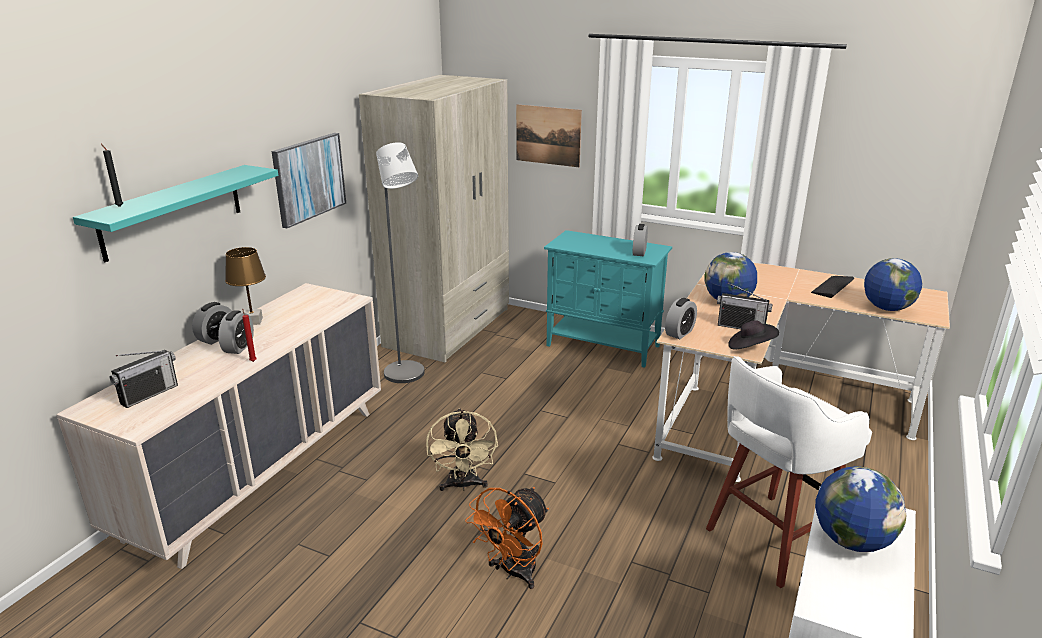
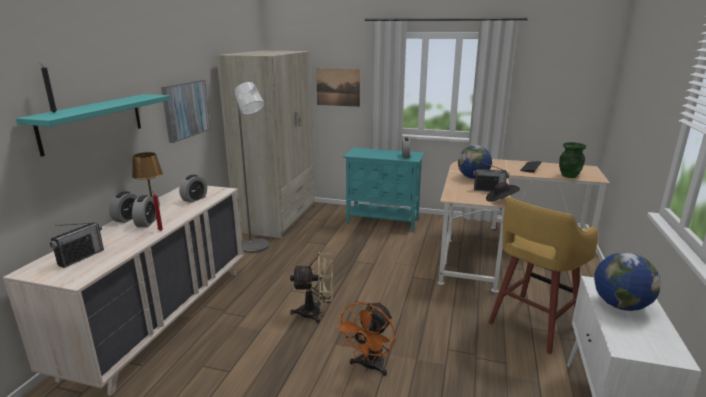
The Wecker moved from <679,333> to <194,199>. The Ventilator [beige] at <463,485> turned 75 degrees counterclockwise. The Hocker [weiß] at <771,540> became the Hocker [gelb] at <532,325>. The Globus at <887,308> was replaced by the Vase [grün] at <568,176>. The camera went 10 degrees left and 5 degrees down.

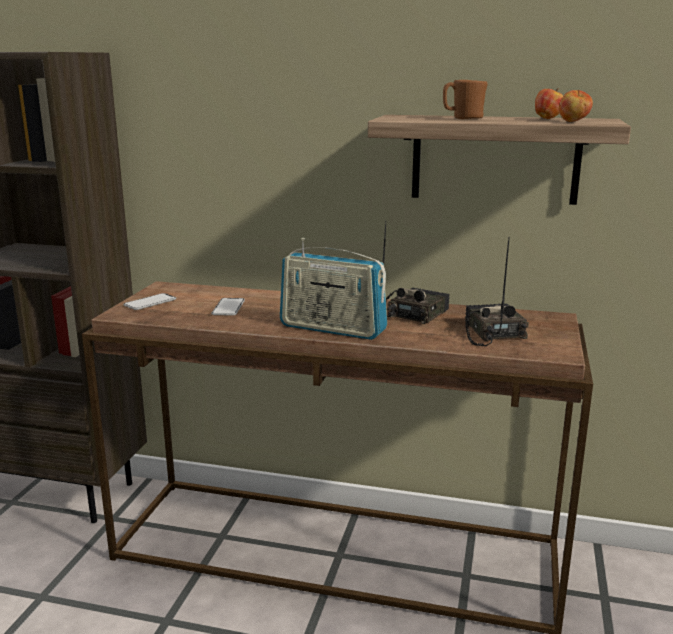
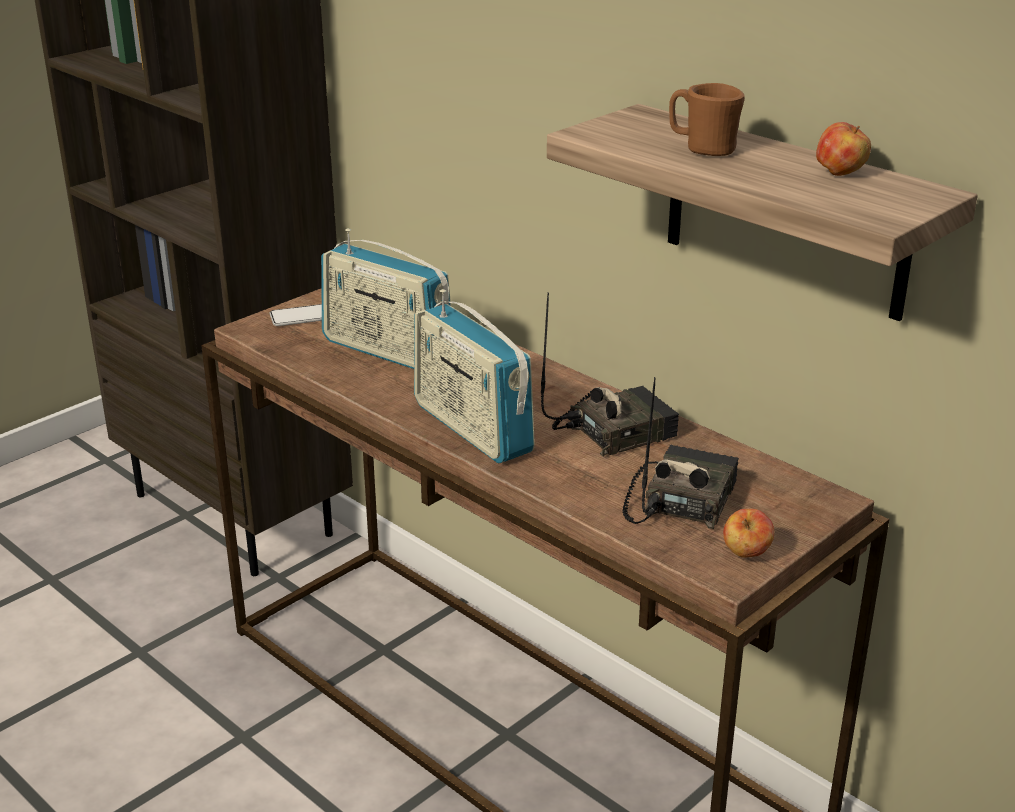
The Handy at <228,308> was replaced by the Radio at <387,351>. The Apfel moved from <573,122> to <746,554>. The camera went 30 degrees right and 10 degrees up.

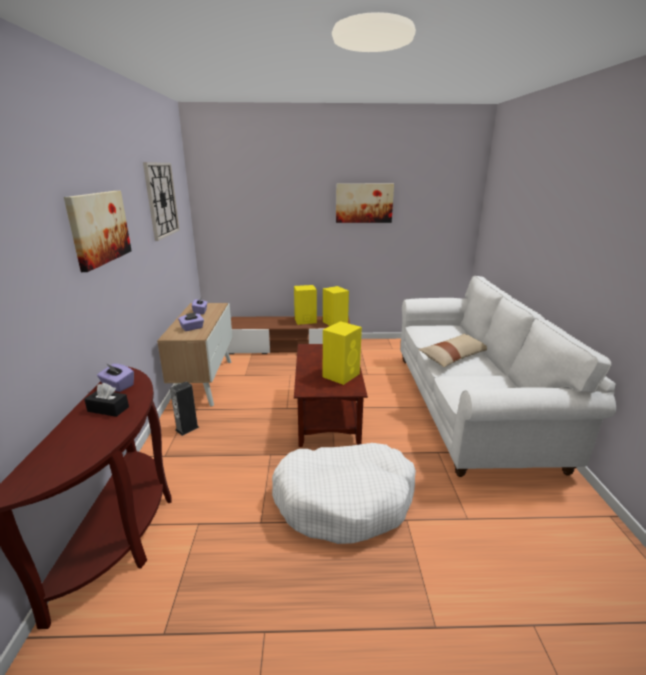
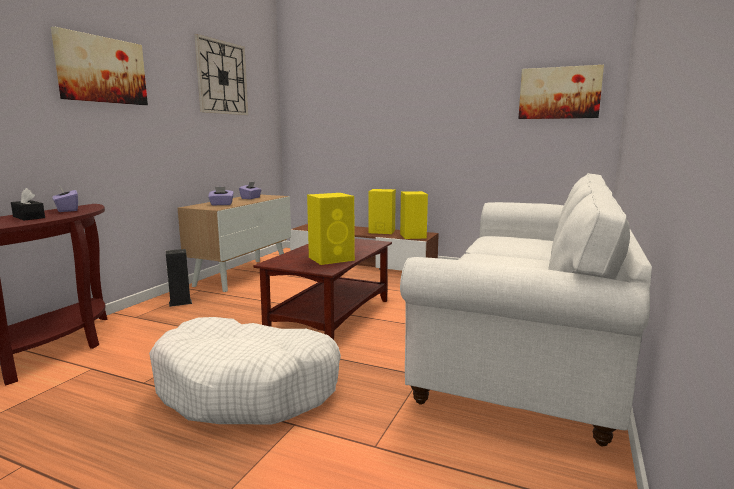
The Bild moved from <364,203> to <559,93>. The Kissen [beige] at <453,357> disappeared. The camera went 25 degrees right and 10 degrees down.

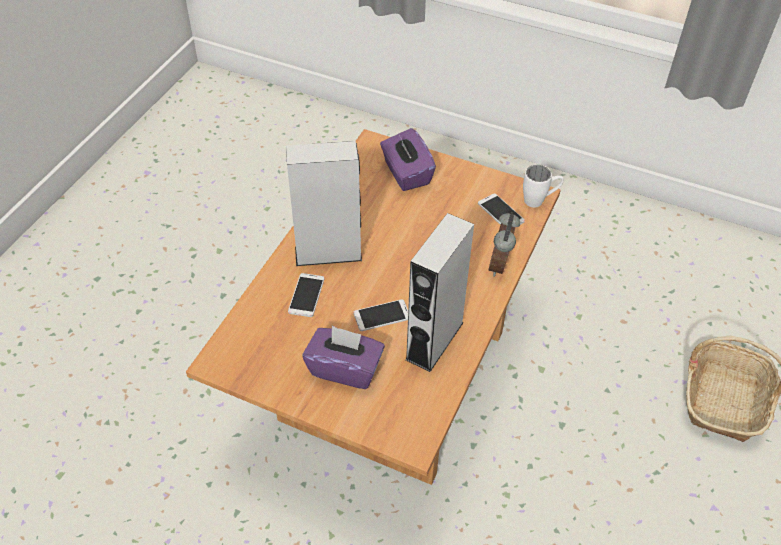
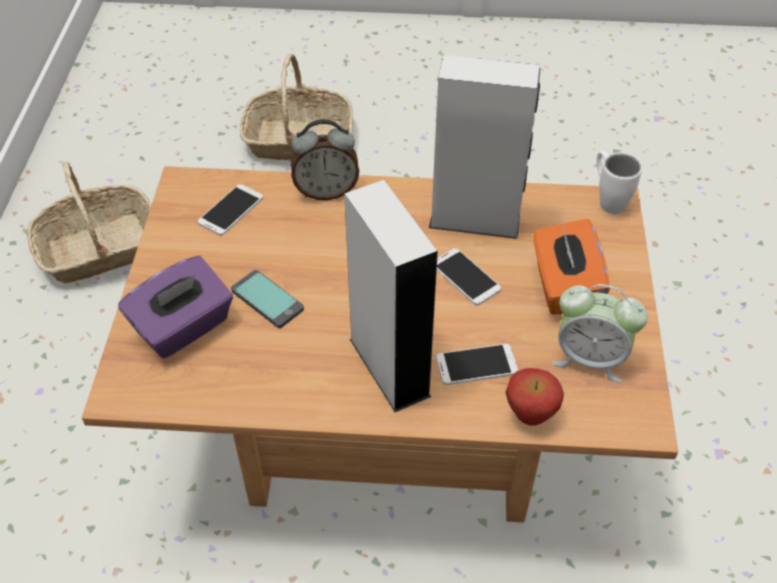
The Korb at <99,249> appeared. The Handy at <267,299> appeared. The Apfel at <530,416> appeared. The Taschentuchbox [lila] at <345,369> became the Taschentuchbox [orange] at <564,286>. The Wecker at <590,358> appeared. The Henkelbecher [weiß] moved from <539,200> to <607,199>. The camera went 110 degrees left and 0 degrees up.

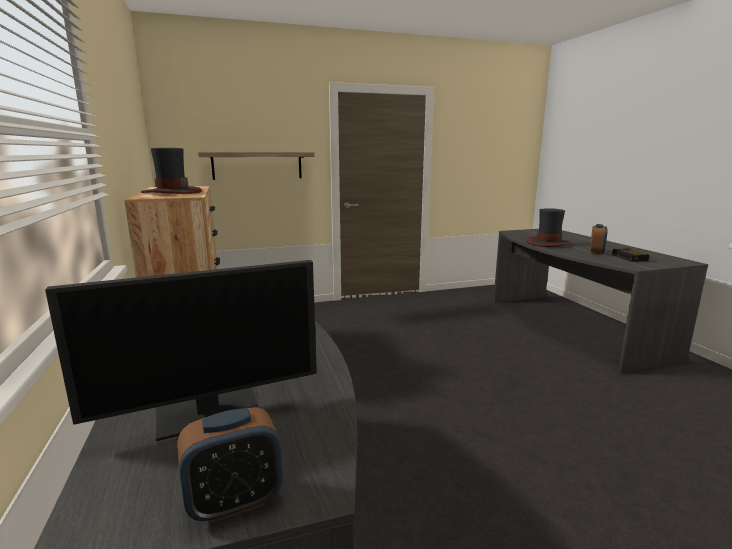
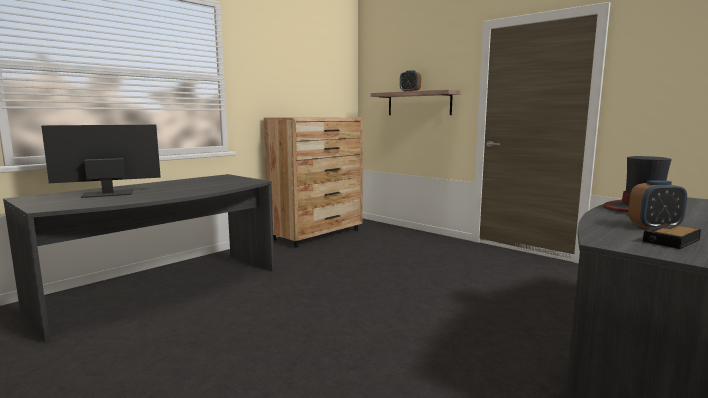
The Monitor at <209,411> turned 120 degrees clockwise. The Wecker moved from <235,502> to <410,91>. The Hut at <172,192> disappeared. The camera went 60 degrees right and 5 degrees down.

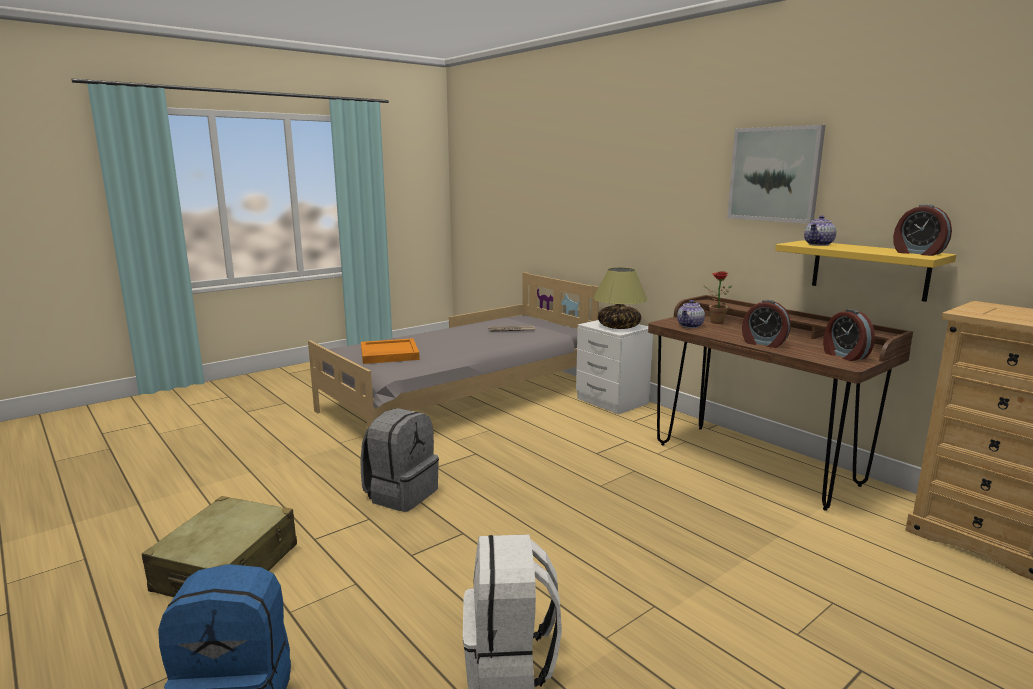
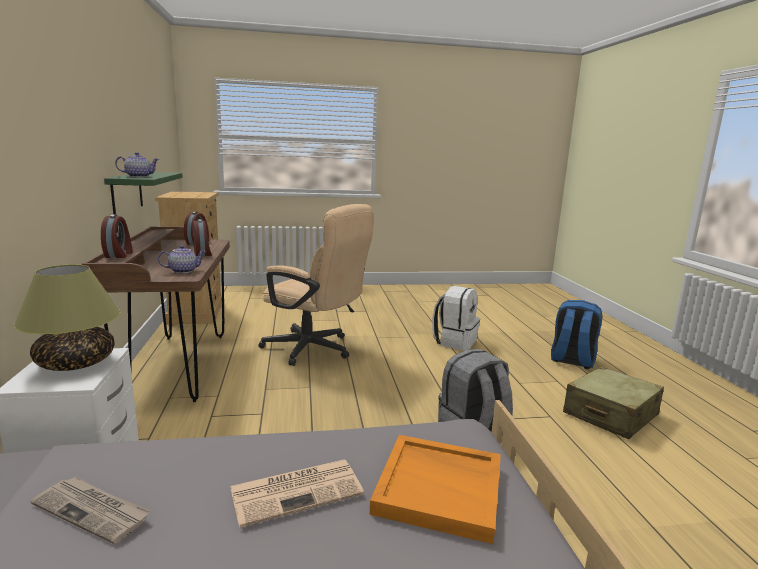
The Wecker moved from <918,253> to <119,255>. The Wandregal [gelb] at <869,270> became the Wandregal [grün] at <127,193>. The Zeitung at <298,490> appeared. The Bürostuhl [beige] at <315,350> appeared. The Topfpflanze at <714,322> disappeared. The Bild at <774,174> disappeared. The camera went 150 degrees left and 0 degrees up.

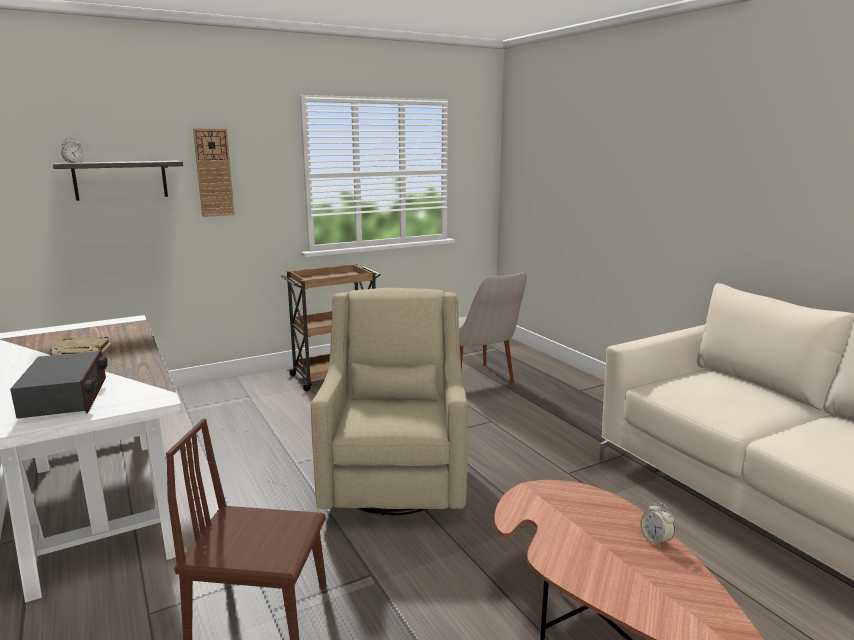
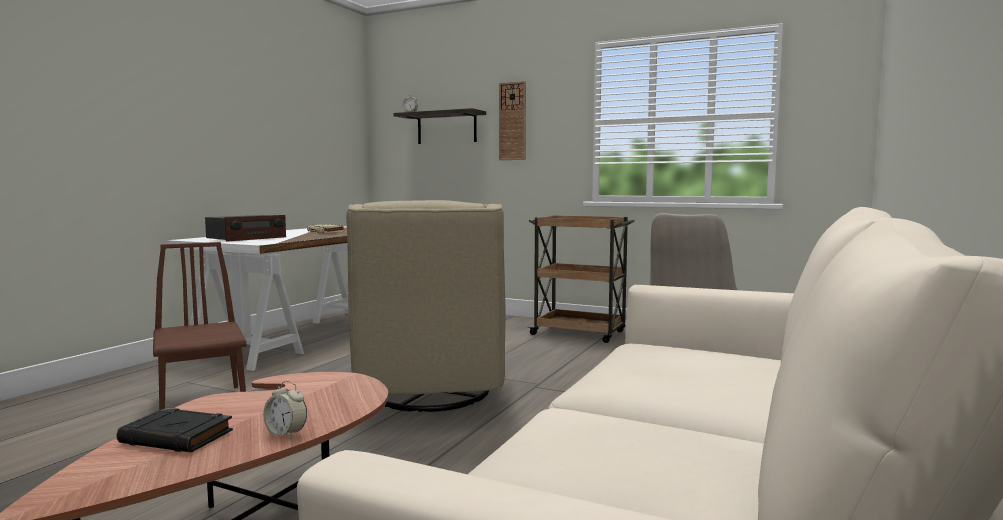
The Buch [schwarz] at <178,437> appeared. The Wecker at <655,540> turned 90 degrees counterclockwise. The Sessel [beige] at <395,479> turned 120 degrees clockwise. The camera went 55 degrees right and 10 degrees down.

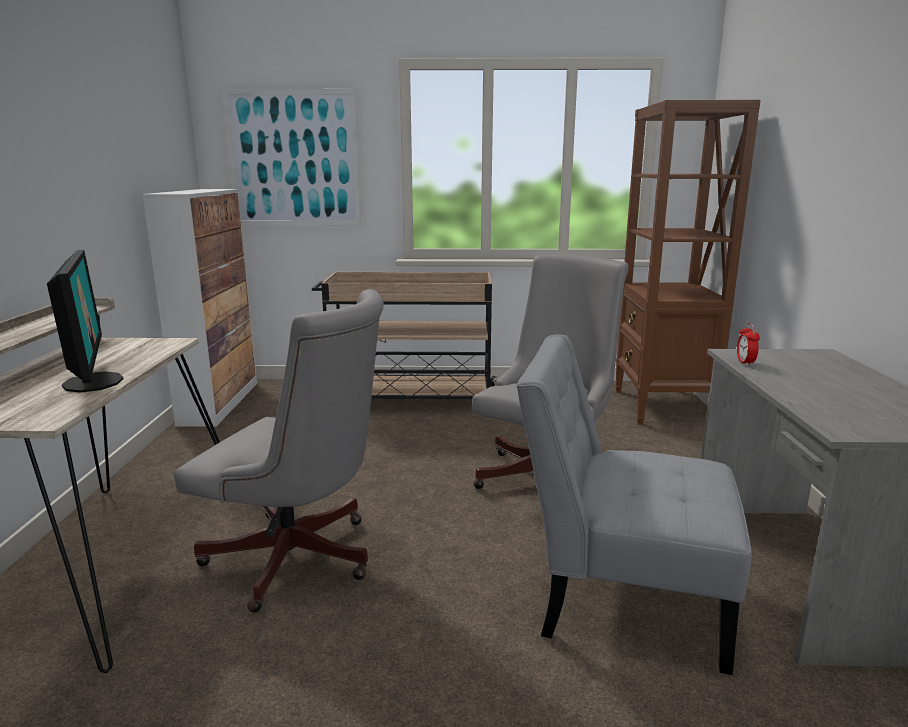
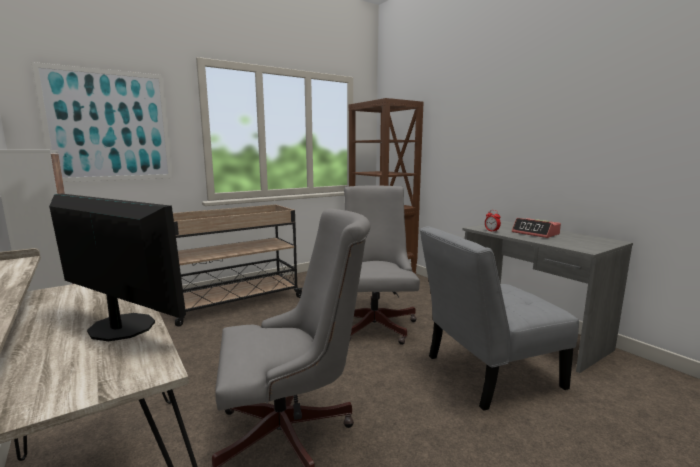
The Wecker at <535,233> appeared. The camera went 35 degrees left and 5 degrees down.

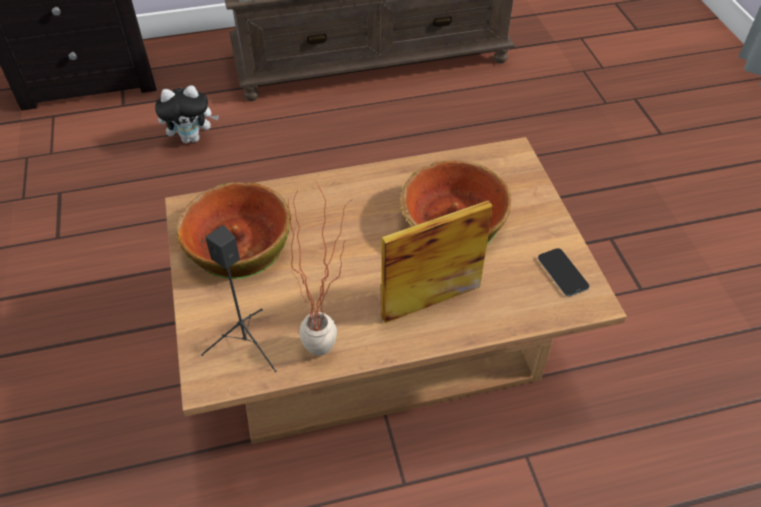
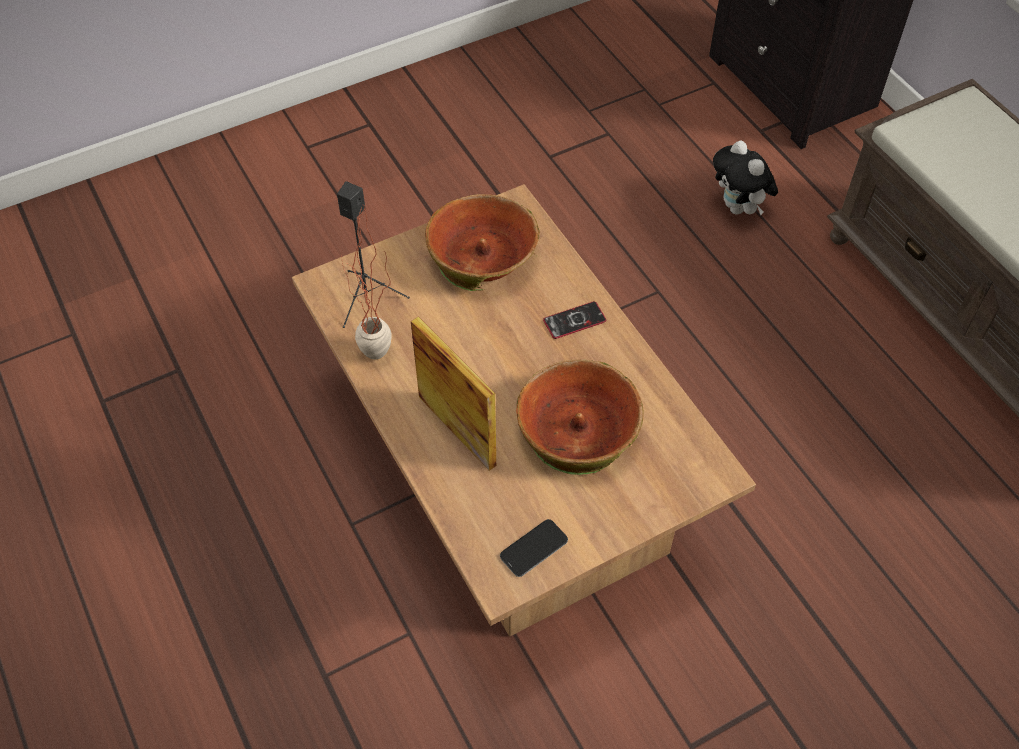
The Handy at <574,321> appeared. The camera went 75 degrees right and 5 degrees up.

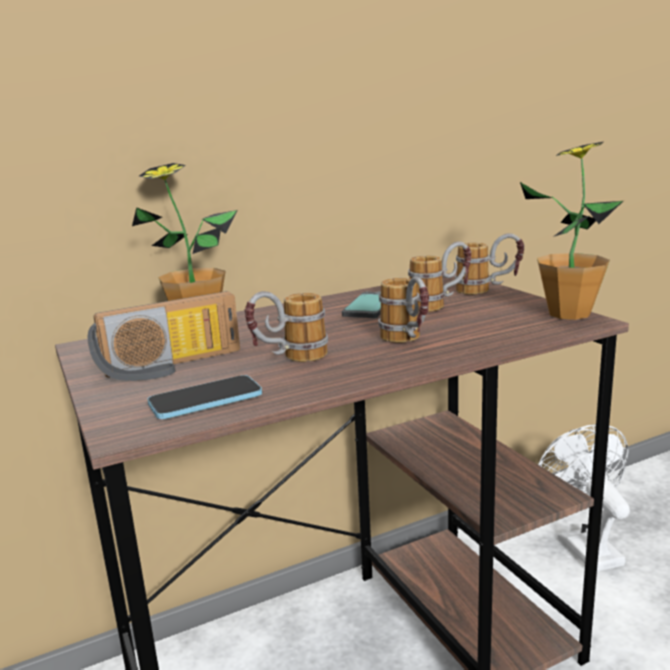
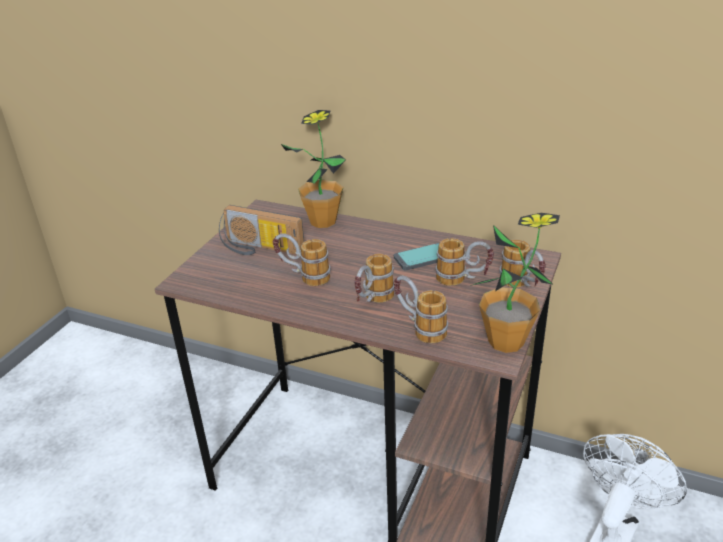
The Henkelbecher at <419,328> appeared. The Handy at <205,400> disappeared. The camera went 50 degrees right and 15 degrees up.

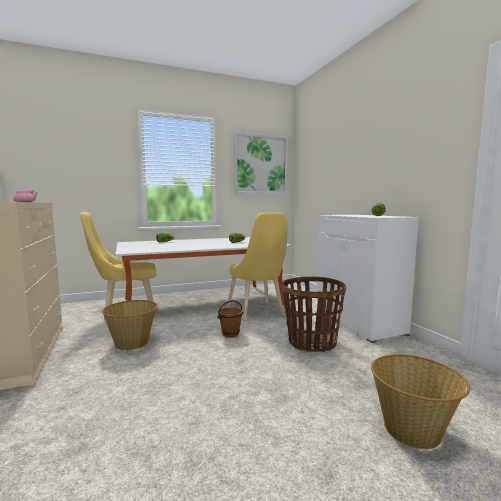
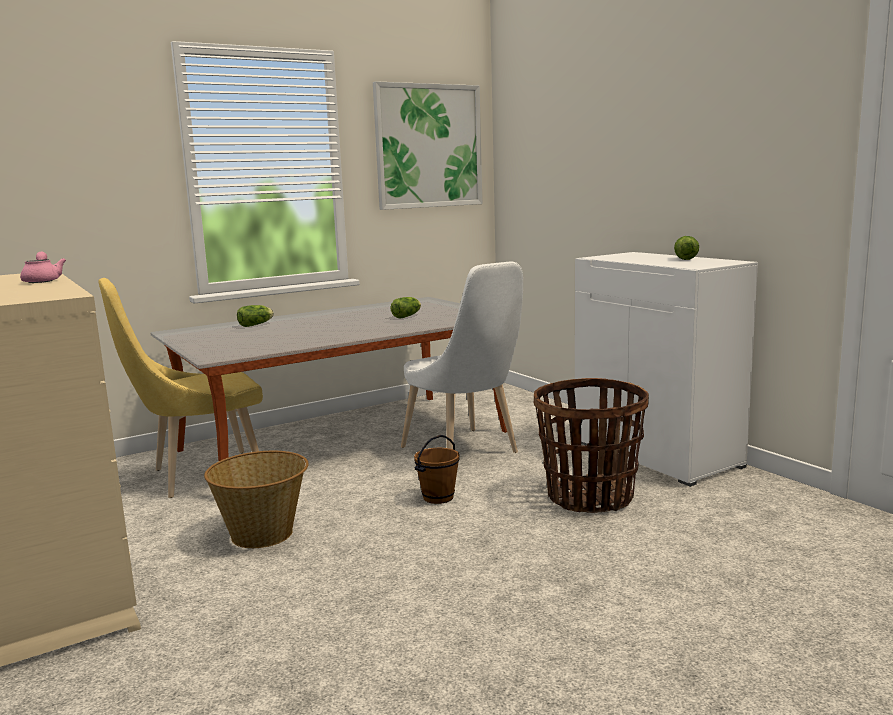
The Stuhl [gelb] at <257,312> became the Stuhl [weiß] at <464,452>. The Korb at <413,430> disappeared. The camera went 10 degrees left and 5 degrees up.

